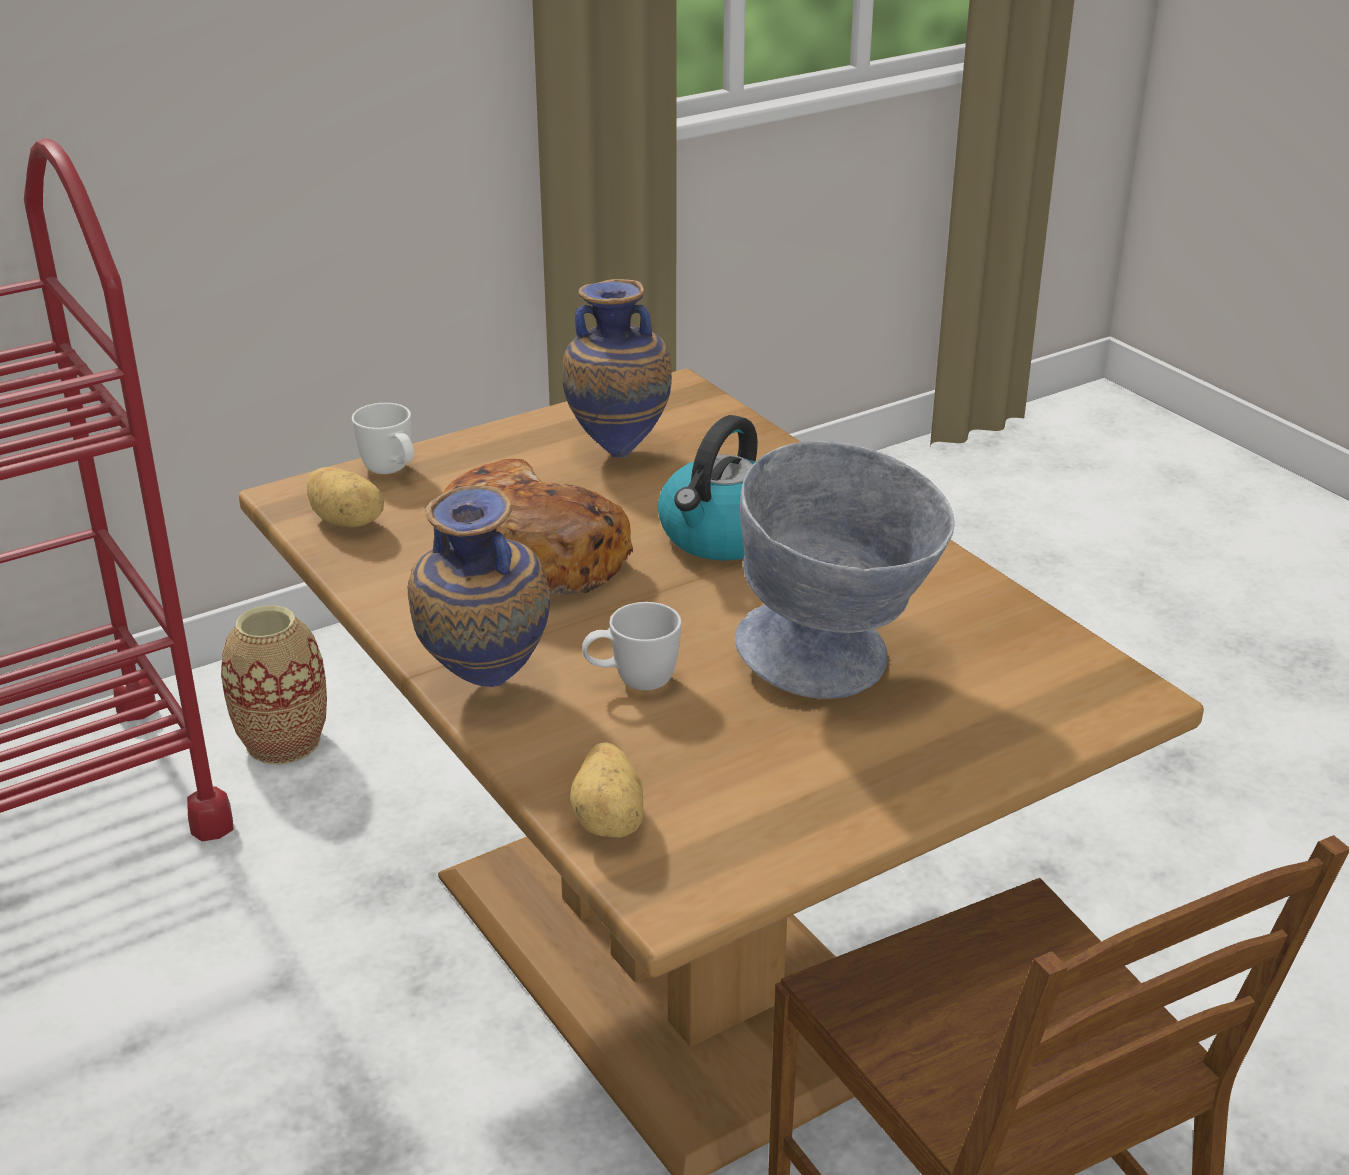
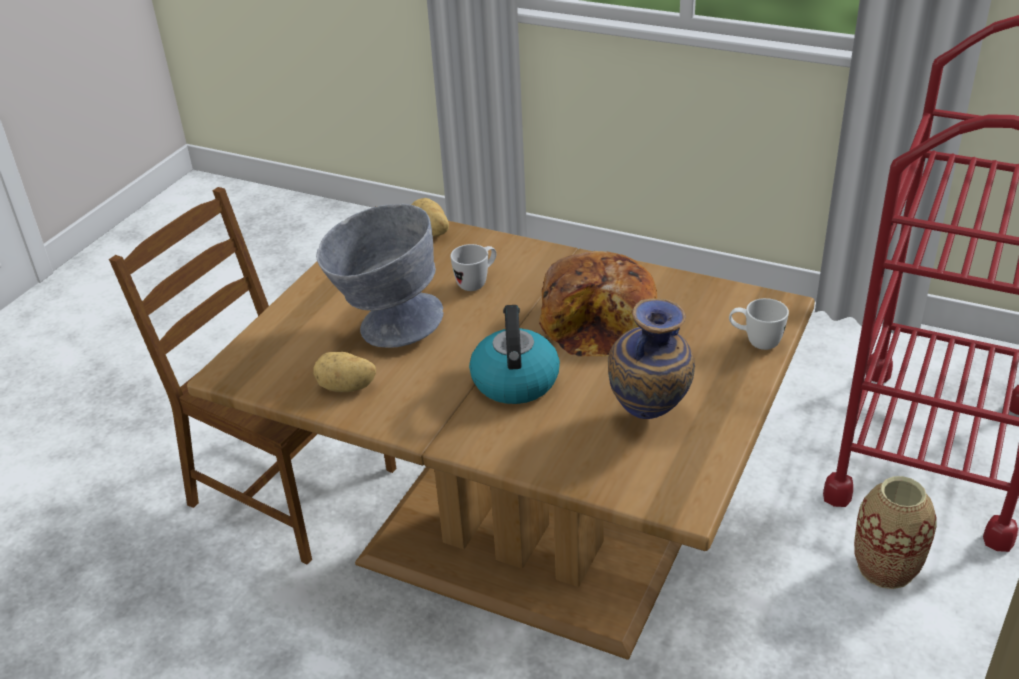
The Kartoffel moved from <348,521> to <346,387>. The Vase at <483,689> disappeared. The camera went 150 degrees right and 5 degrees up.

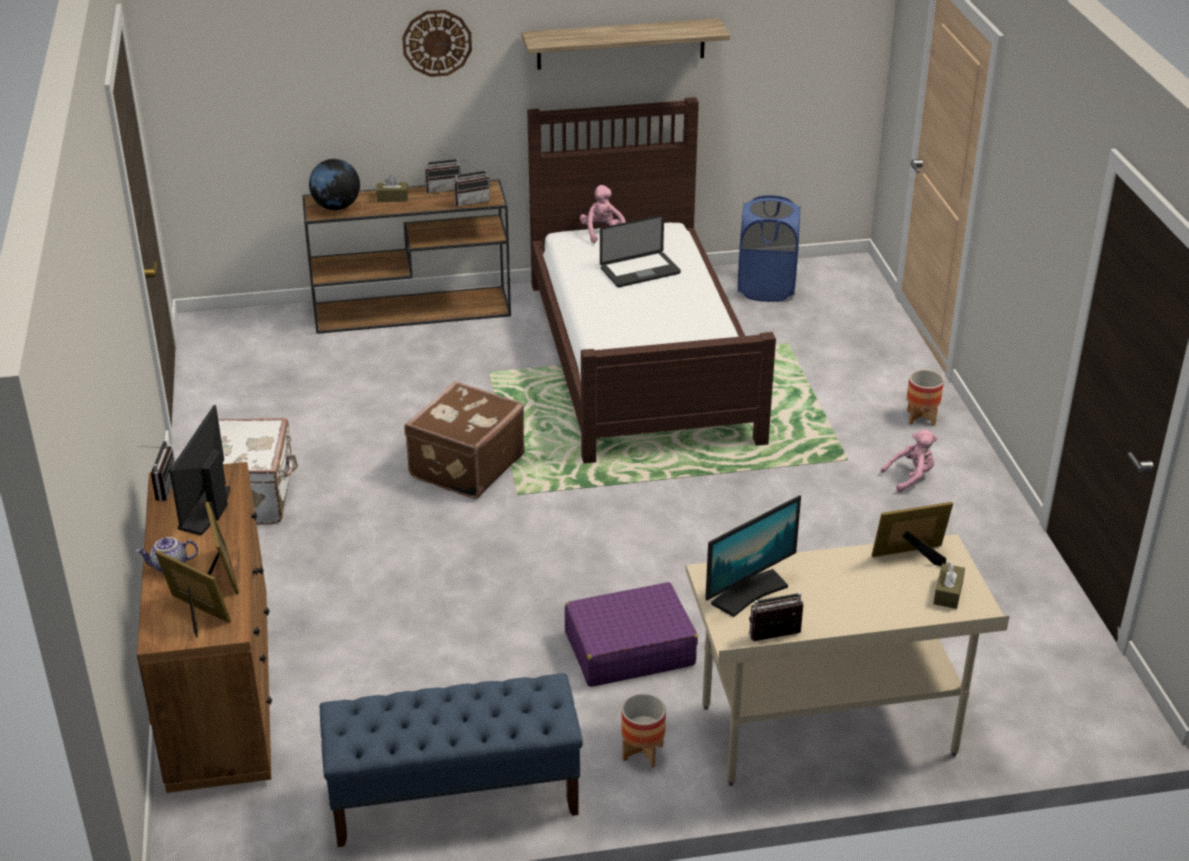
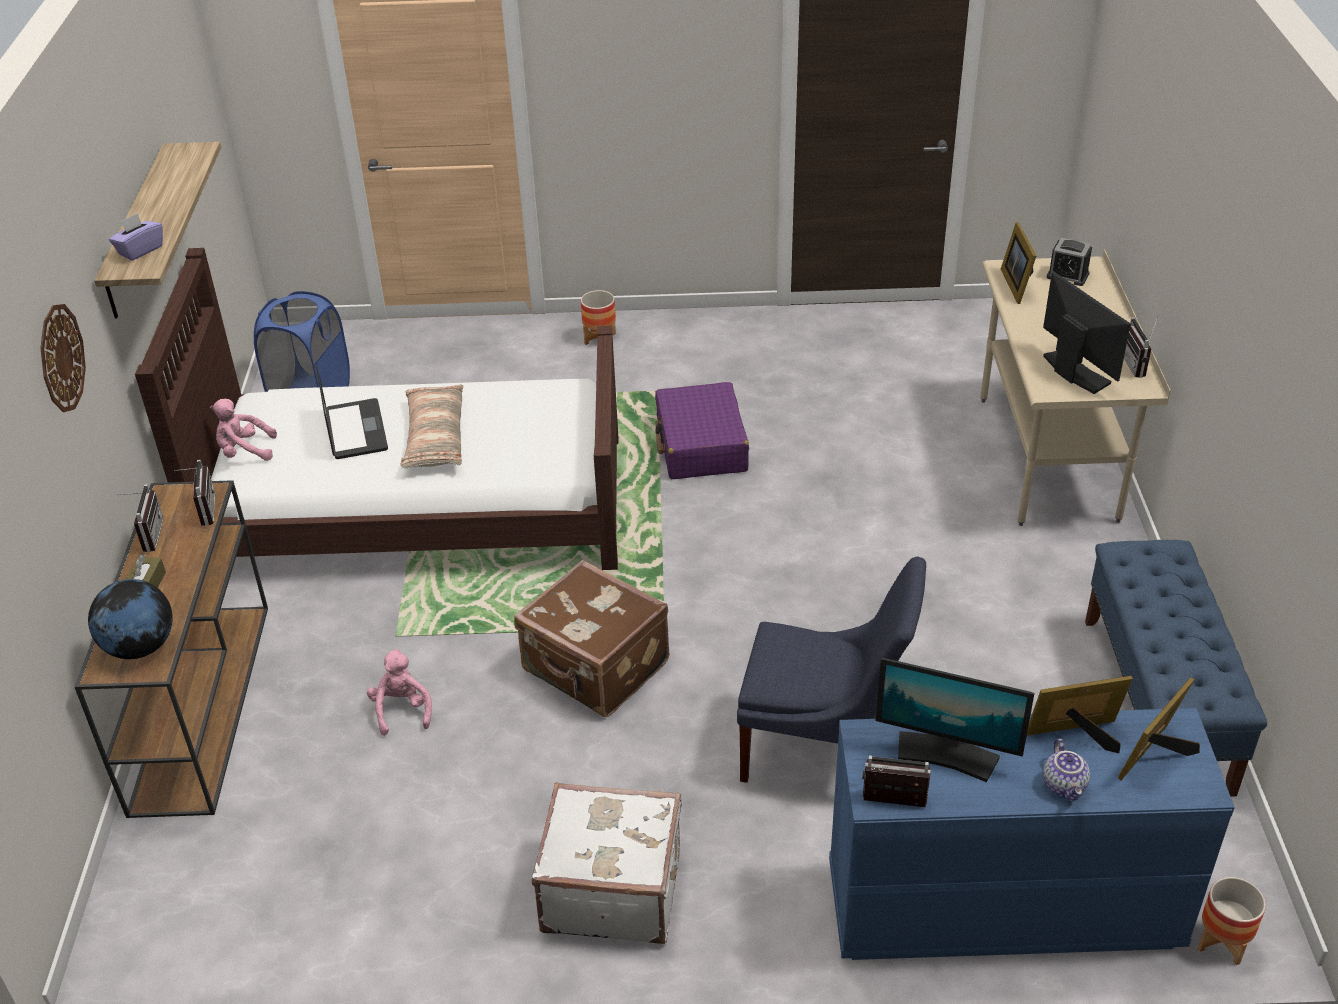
The Taschentuchbox [lila] at <140,250> appeared. The Plüschtier [rosa] moved from <911,477> to <402,710>. The Kissen at <434,437> appeared. The Koffer [lila] moved from <629,649> to <701,445>. The Stuhl [blau] at <825,751> appeared. The Kommode [braun] at <220,689> became the Kommode [blau] at <1000,906>. The Taschentuchbox [braun] at <948,593> was replaced by the Wecker at <1067,276>. The Pflanzkübel moved from <643,752> to <1222,942>. The camera went 80 degrees left and 5 degrees up.

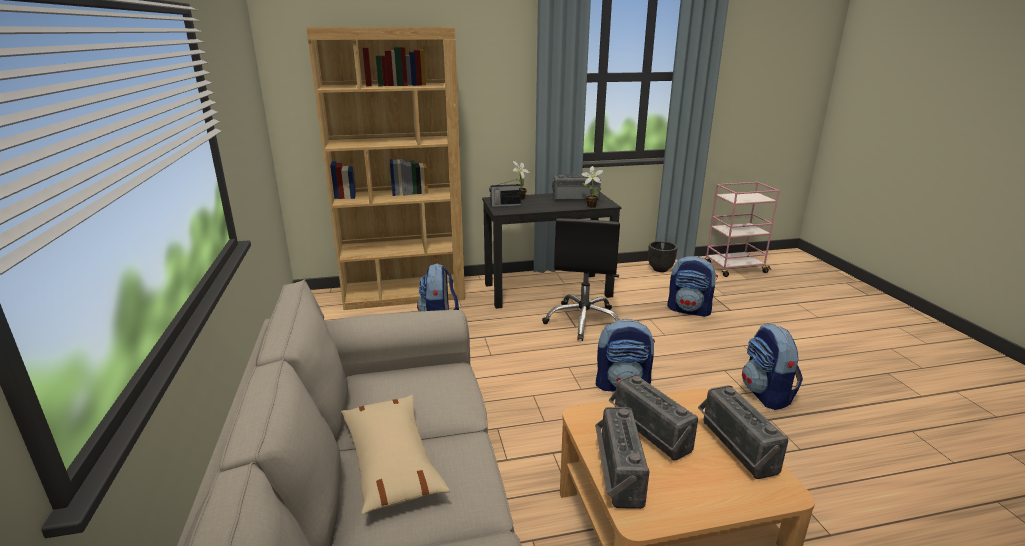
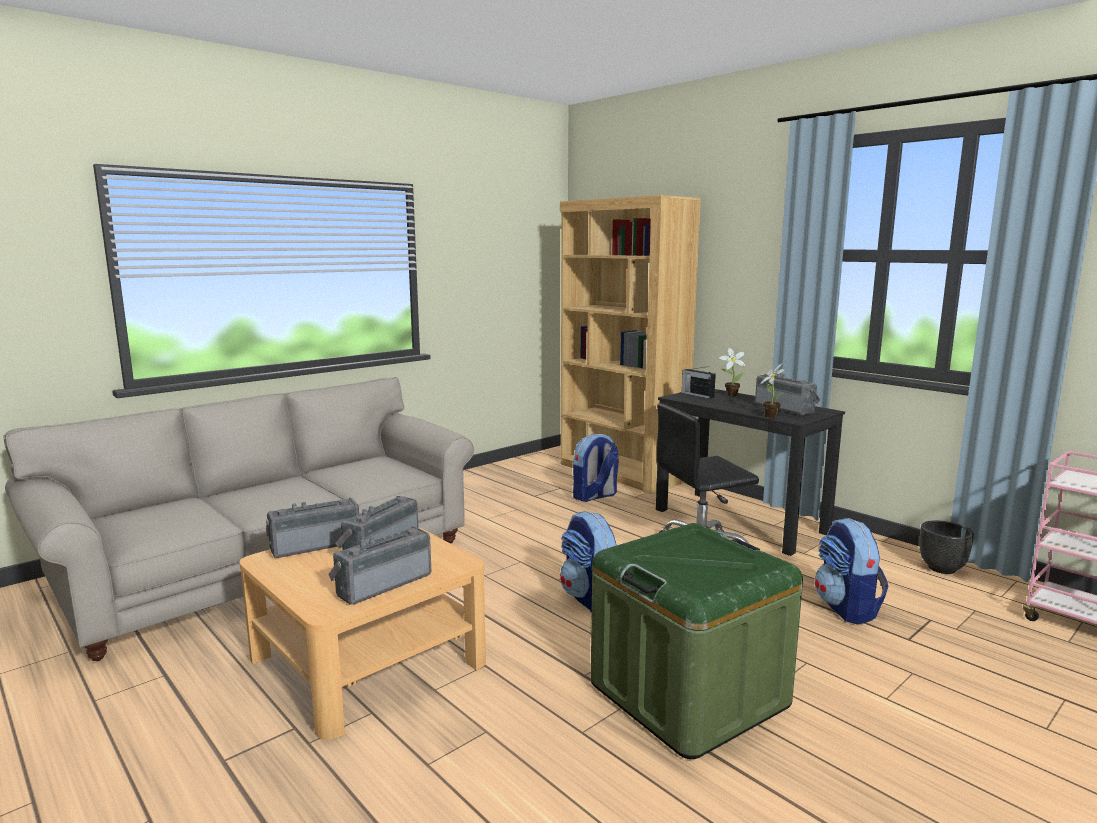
The Rucksack at <766,394> was replaced by the Aufbewahrungsbox [grün] at <688,694>. The Kissen [beige] at <391,462> disappeared. The camera went 60 degrees right and 10 degrees down.

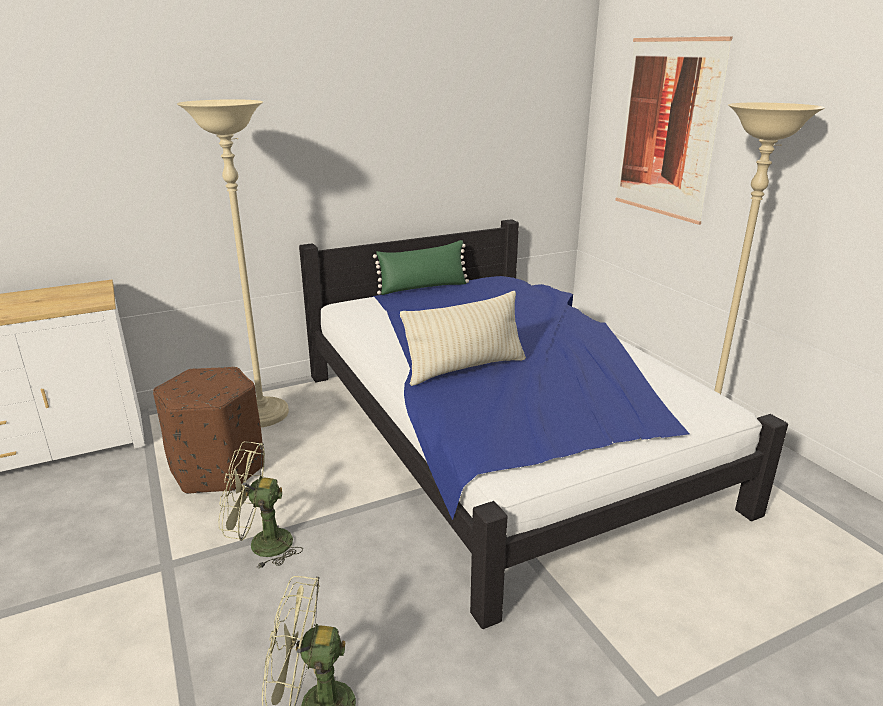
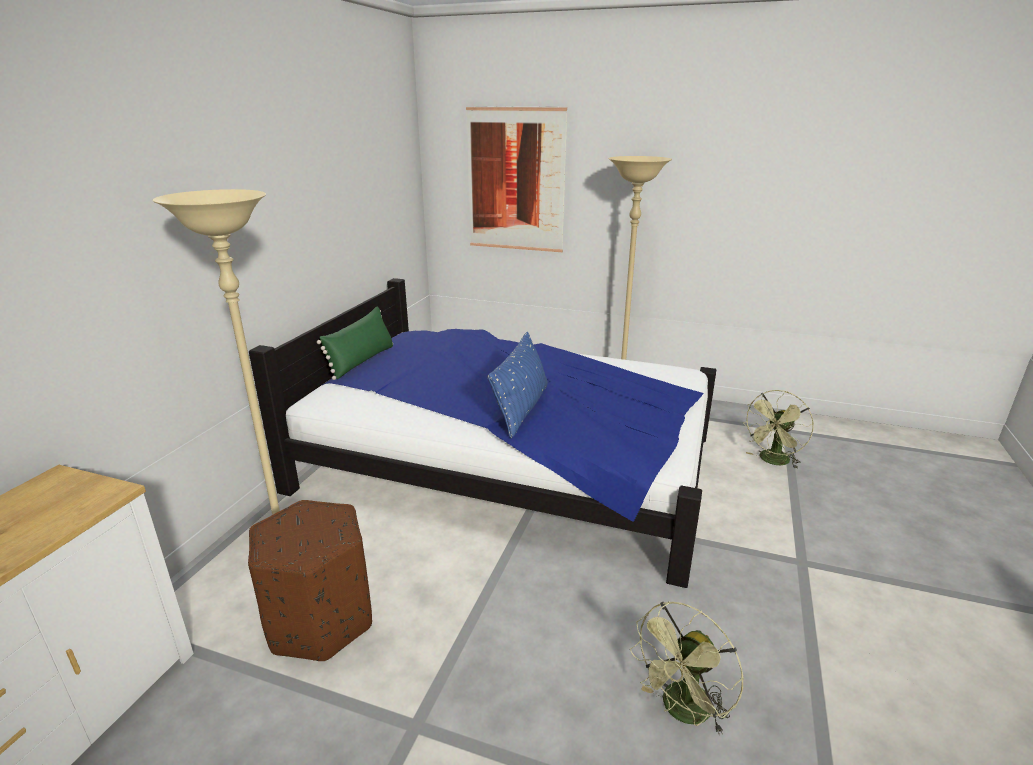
The Kissen [beige] at <465,368> became the Kissen [blau] at <521,409>. The Ventilator [grün] moved from <261,545> to <772,461>. The camera went 45 degrees left and 0 degrees up.

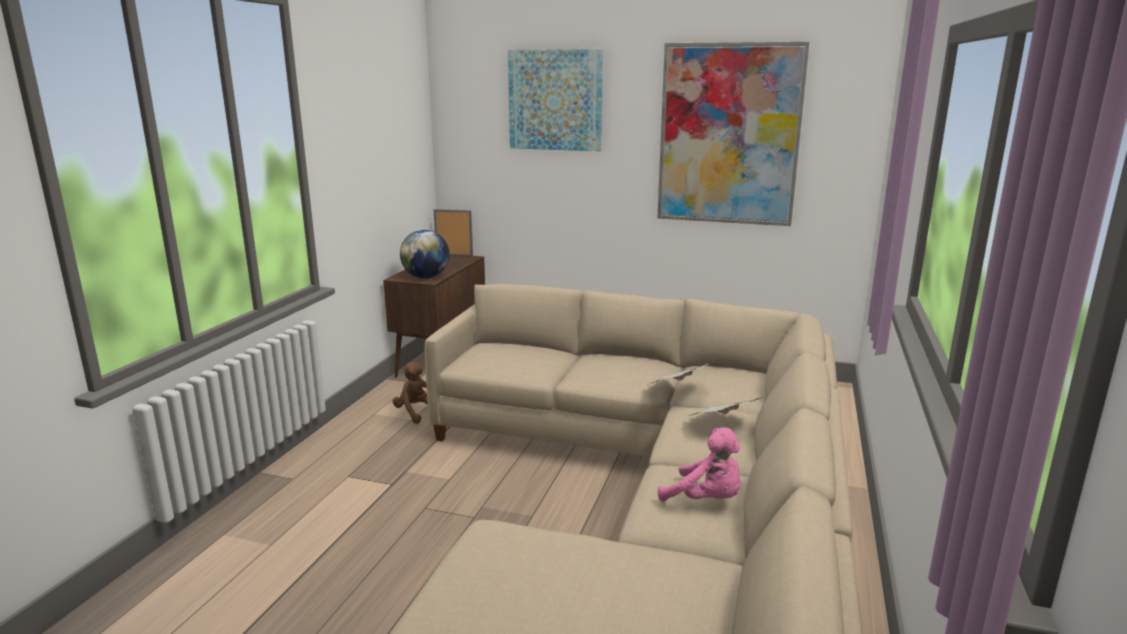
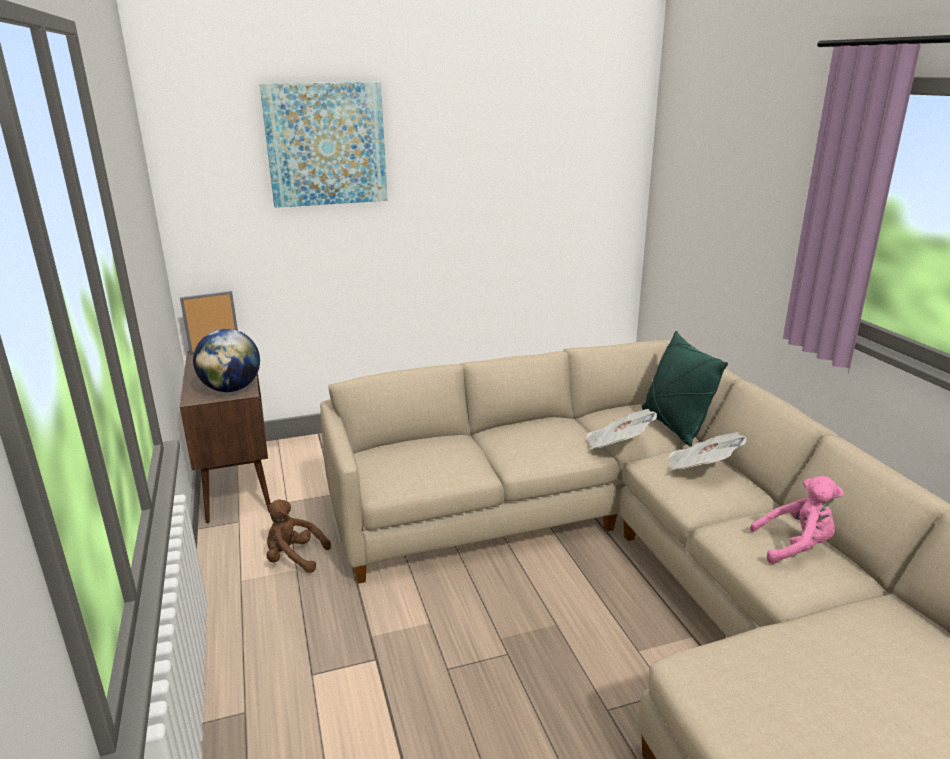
The Kissen [grün] at <674,426> appeared. The Bild at <729,135> disappeared. The camera went 35 degrees left and 5 degrees up.

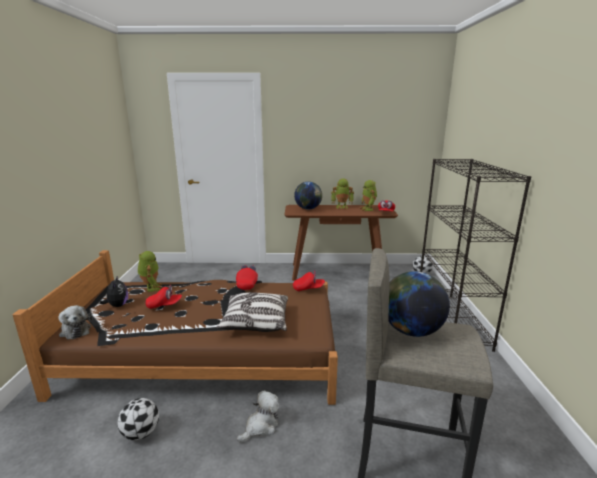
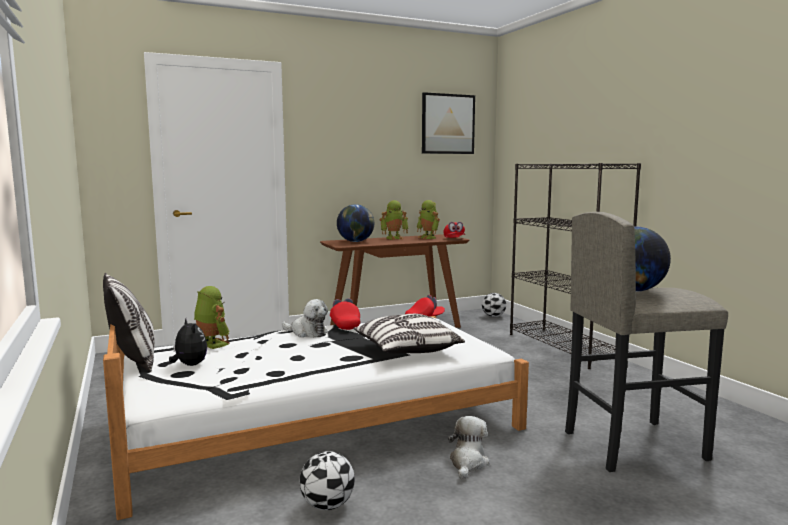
The Kissen at <133,360> appeared. The Bett [braun] at <205,353> became the Bett [weiß] at <317,422>. The Plüschtier moved from <75,330> to <307,332>. The Bild at <448,124> appeared. The Kappe [rot] at <164,305> disappeared. The camera went 25 degrees left and 10 degrees down.

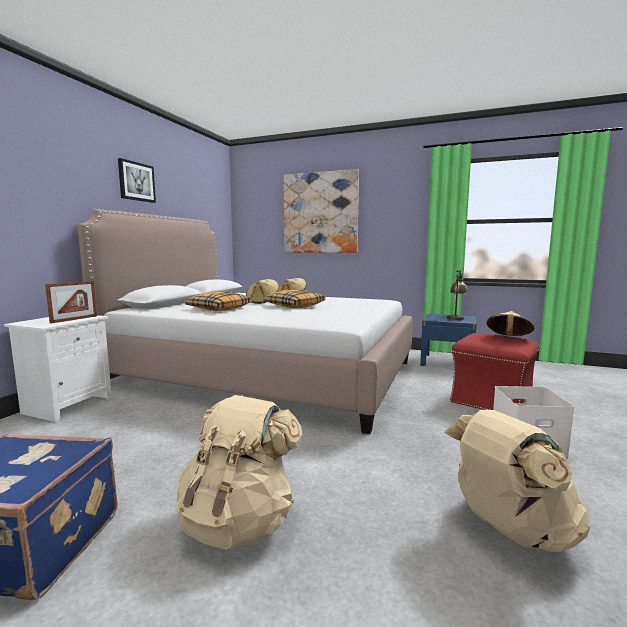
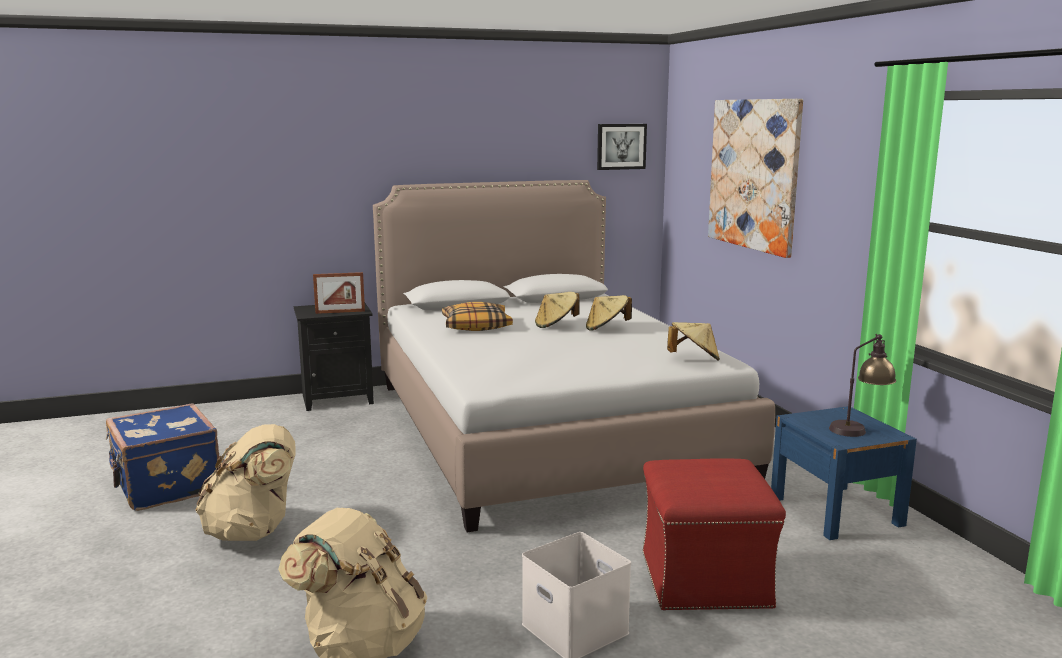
The Nachttisch [weiß] at <68,405> became the Nachttisch [schwarz] at <338,398>. The Bild moved from <136,181> to <621,146>. The Hut [beige] moved from <508,338> to <694,359>. The Kissen at <294,306> disappeared. The camera went 50 degrees right and 5 degrees up.

